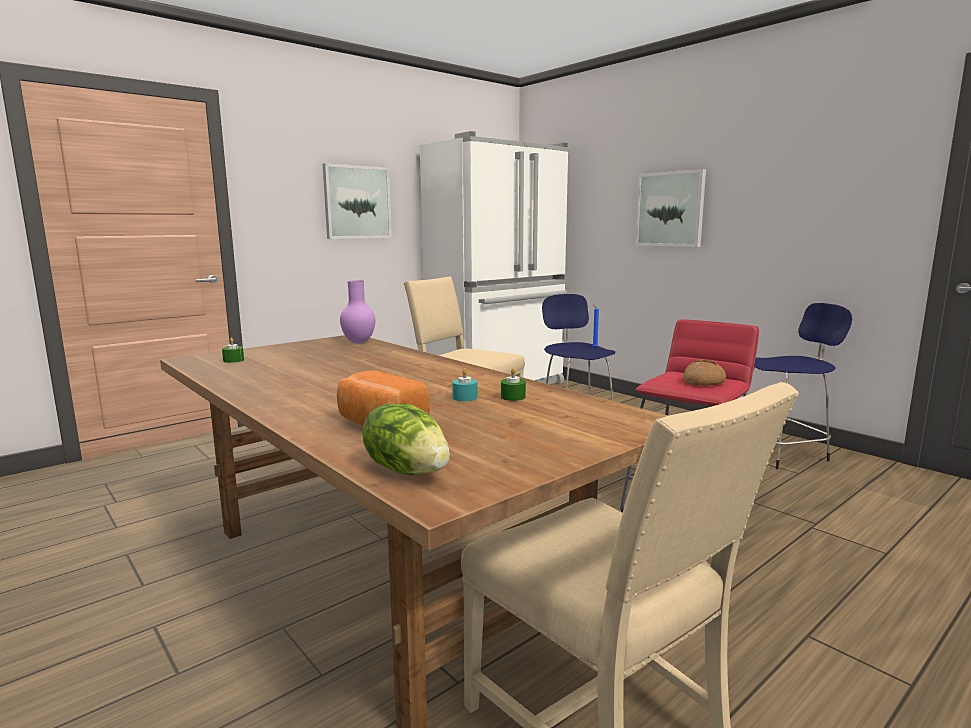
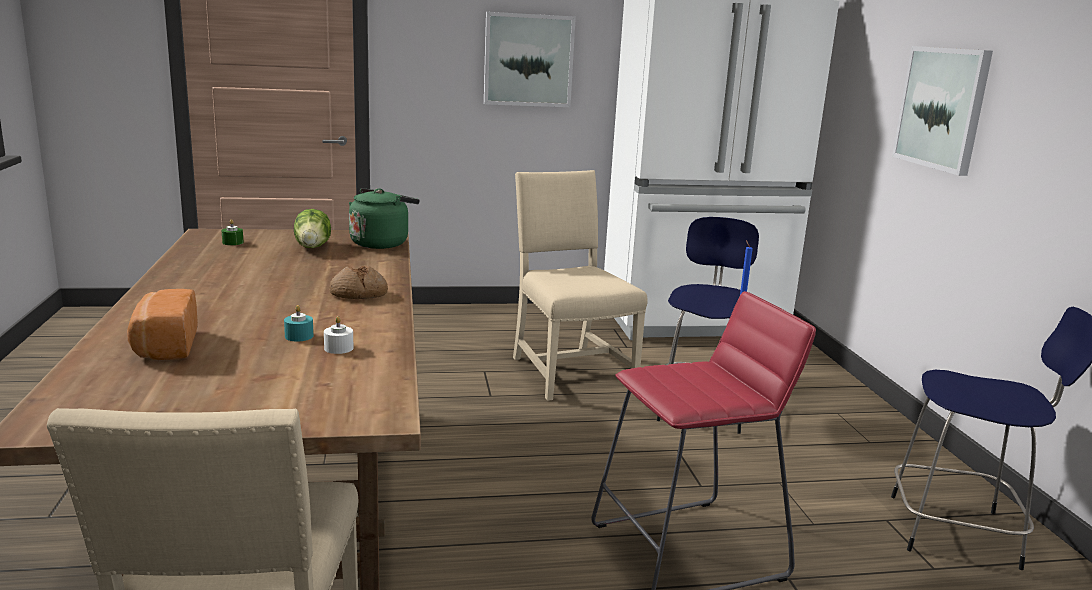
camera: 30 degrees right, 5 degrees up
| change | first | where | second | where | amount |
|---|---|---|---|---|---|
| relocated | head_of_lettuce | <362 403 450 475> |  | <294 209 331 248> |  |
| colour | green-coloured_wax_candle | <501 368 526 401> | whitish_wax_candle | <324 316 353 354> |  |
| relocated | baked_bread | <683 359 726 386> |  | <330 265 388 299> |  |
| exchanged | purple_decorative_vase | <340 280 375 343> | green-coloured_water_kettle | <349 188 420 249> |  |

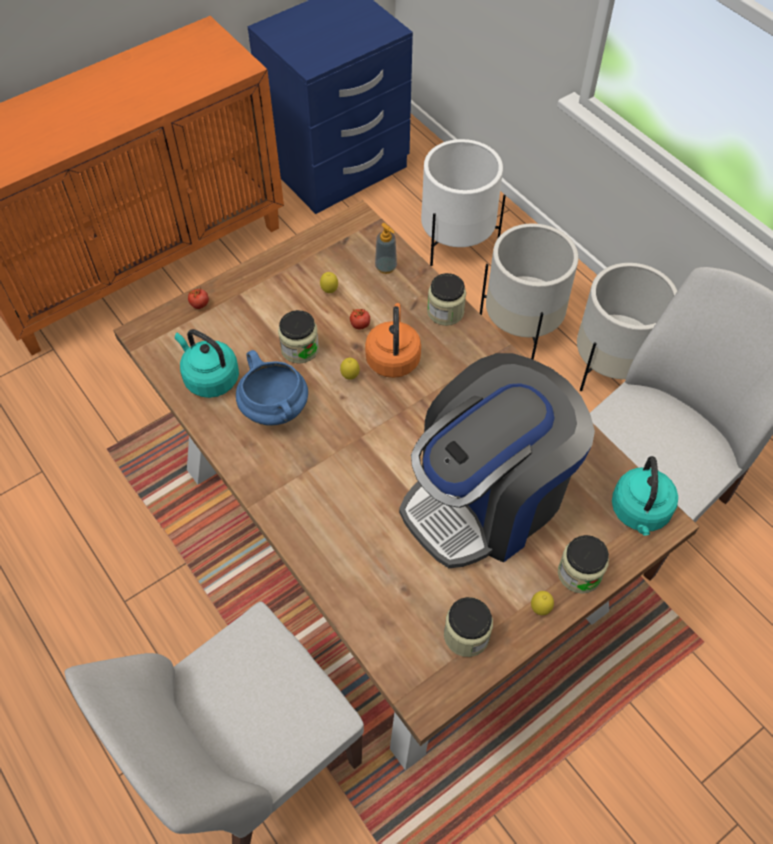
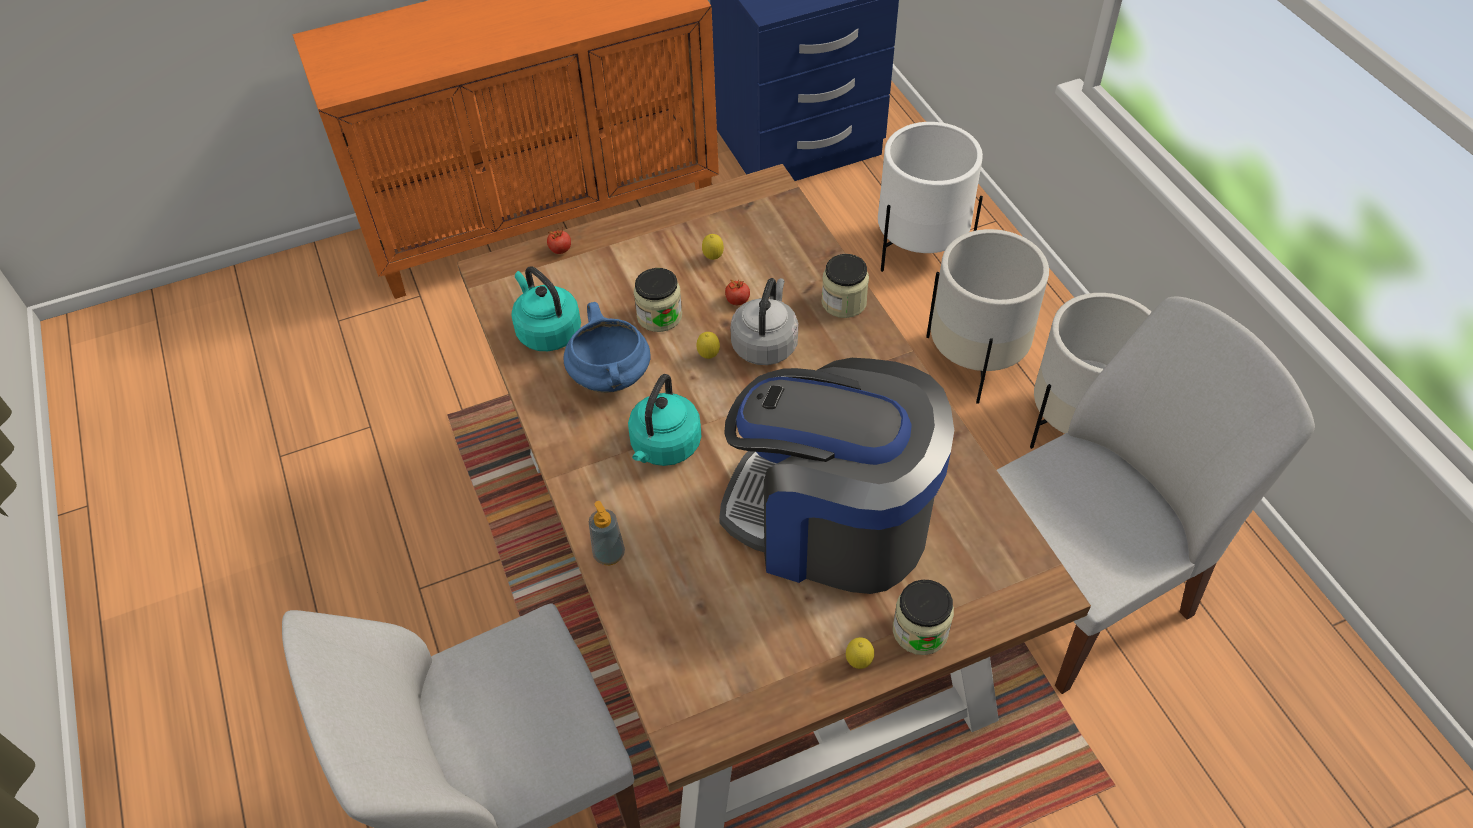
camera: 15 degrees right, 5 degrees down
| change | first | where | second | where | amount |
|---|---|---|---|---|---|
| relocated | soap_bottle | <375 223 397 274> |  | <589 501 625 565> |  |
| relocated | turquoise_water_kettle | <612 456 678 536> |  | <628 374 701 466> |  |
| spun | coffee_maker | <399 353 595 568> |  | <719 358 954 594> | 45 degrees clockwise |
| colour | orange-coloured_water_kettle | <365 303 421 378> | gray_water_kettle | <730 278 798 365> |  |
| missing | storage_jar | <444 597 493 657> |  |  |  |

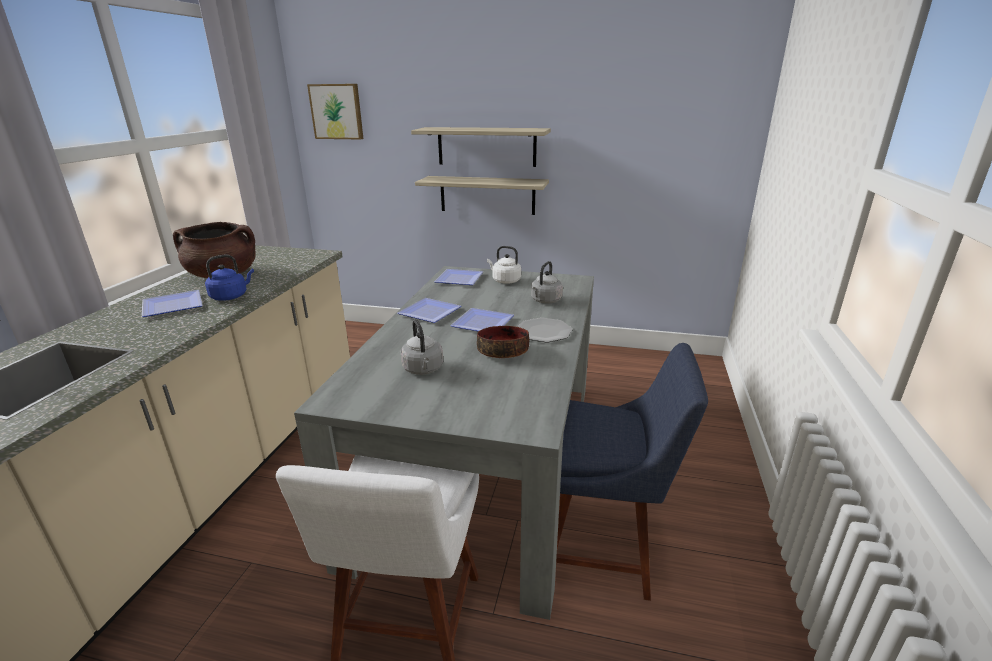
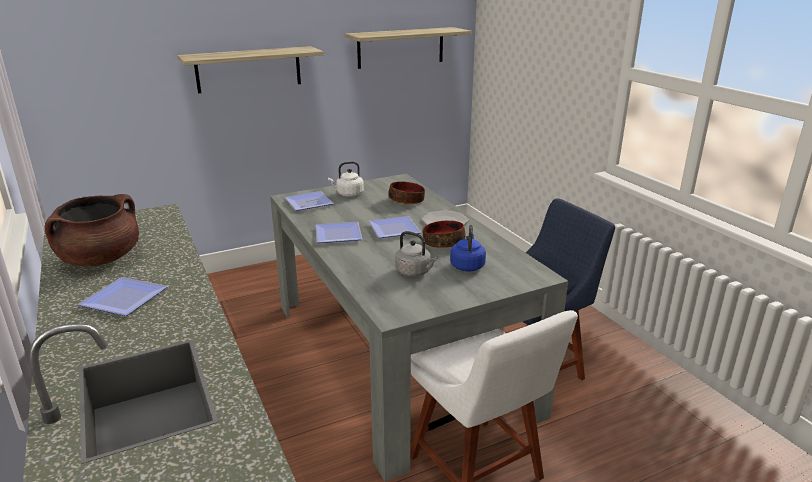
camera: 40 degrees left, 0 degrees up
| change | first | where | second | where | amount |
|---|---|---|---|---|---|
| relocated | shelf | <415 176 549 215> |  | <345 27 472 69> |  |
| exchanged | gray_water_kettle | <531 261 563 303> | bowl | <388 182 425 204> |  |
| relocated | blue_water_kettle | <205 254 254 301> |  | <450 225 486 271> |  |
| missing | wall_picture | <307 84 363 140> |  |  |  |

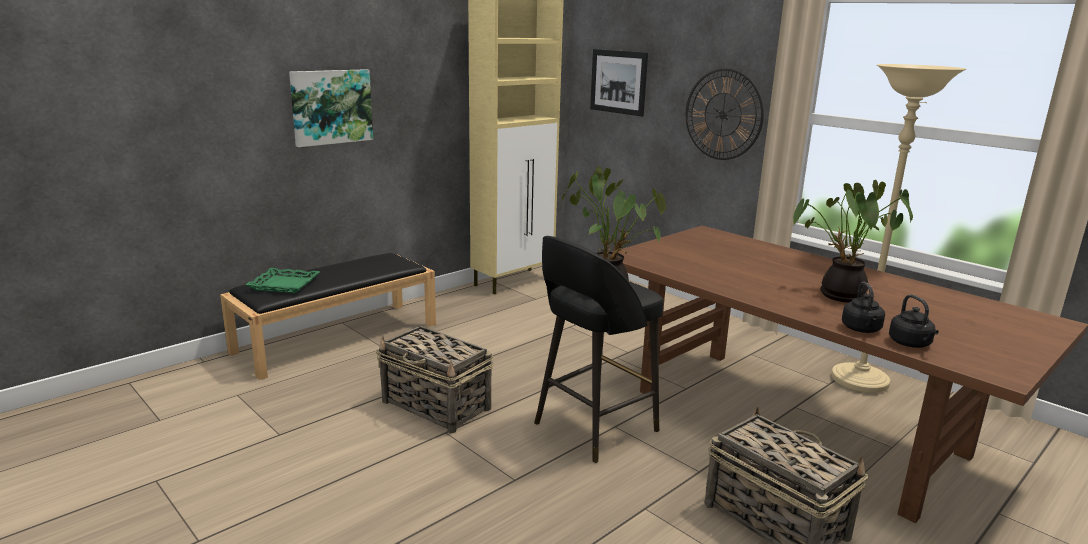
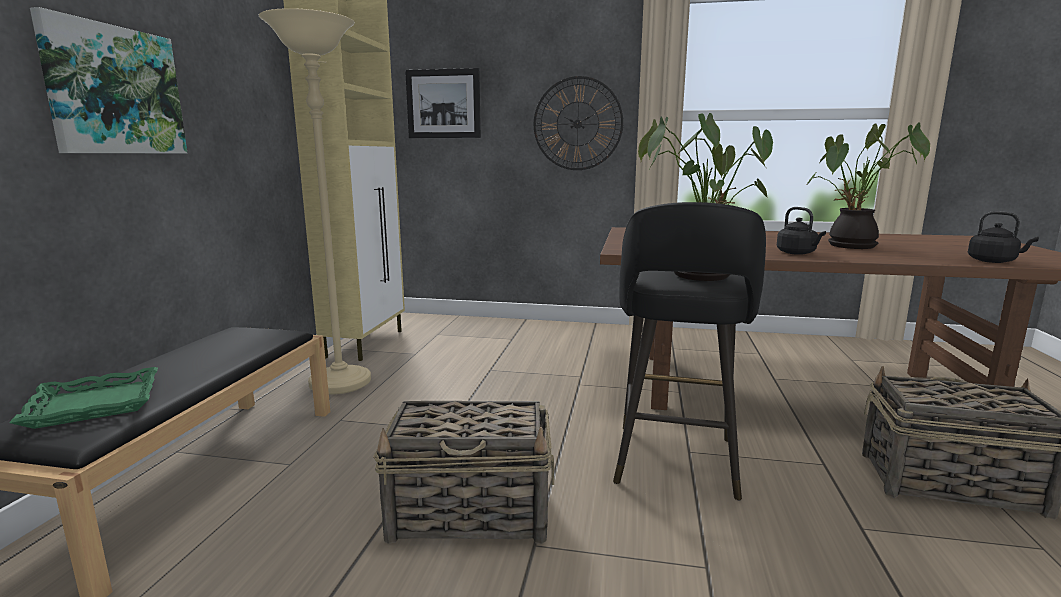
camera: 35 degrees left, 5 degrees down
| change | first | where | second | where | amount |
|---|---|---|---|---|---|
| relocated | sand-coloured_floor_lamp | <831 64 966 393> |  | <259 8 371 395> |  |
| relocated | black-coloured_water_kettle | <842 282 885 333> |  | <777 207 826 255> |  |

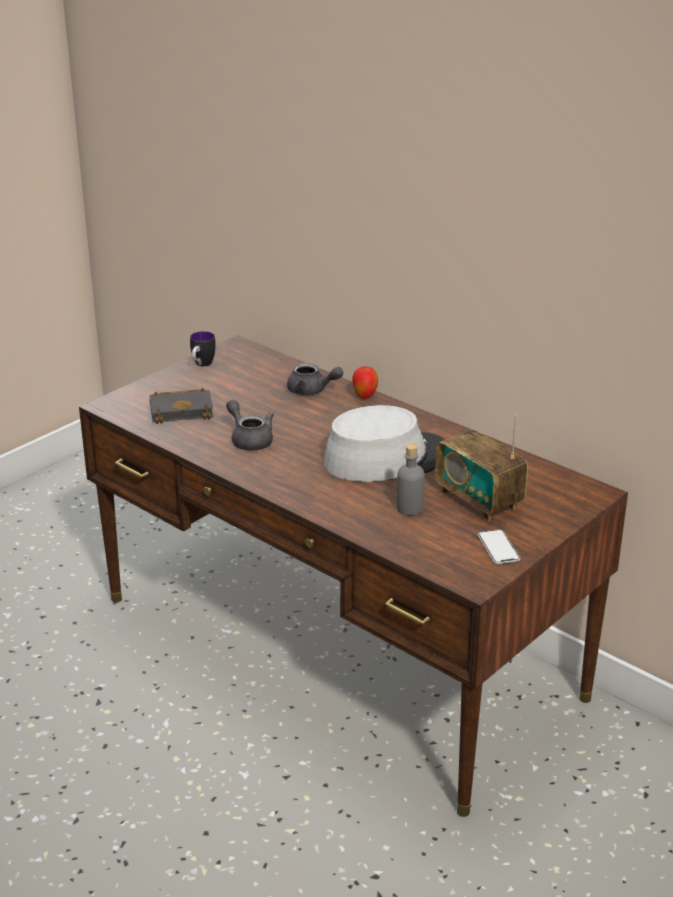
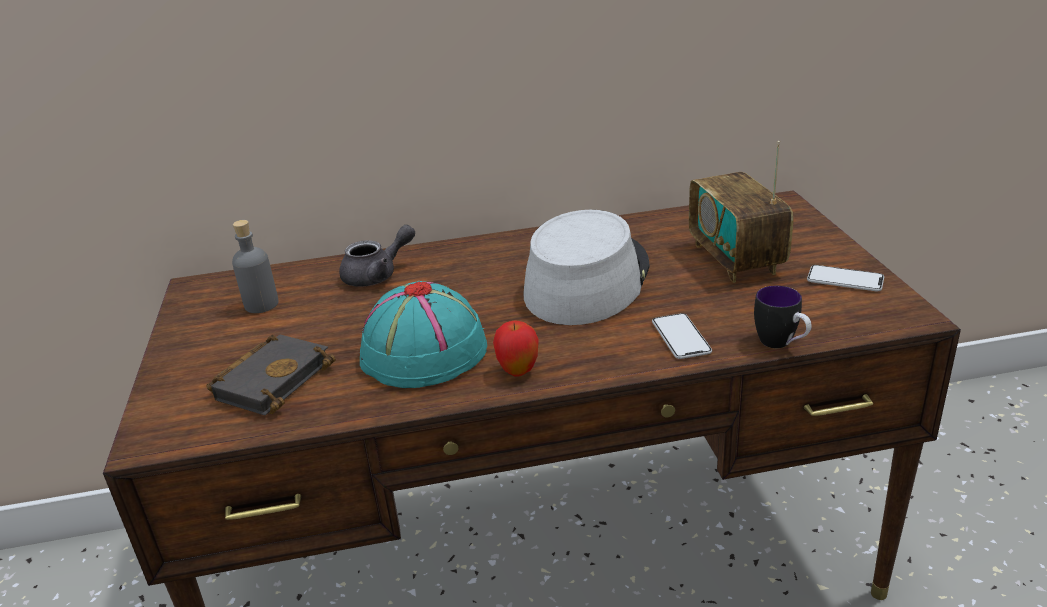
camera: 50 degrees left, 0 degrees up
| change | first | where | second | where | amount |
|---|---|---|---|---|---|
| relocated | gray_bottle | <397 443 425 515> |  | <232 220 279 313> |  |
| exchanged | gray_teapot | <226 400 274 450> | turquoise_clothing_hat | <360 281 487 388> |  |
| relocated | apple | <352 366 378 399> |  | <493 320 539 377> |  |
| appeared |  |  | phone | <652 313 712 359> |  |
| spun | radio_receiver | <435 414 528 521> |  | <689 141 794 283> | 75 degrees clockwise |
| relocated | coffee_mug | <190 331 216 366> |  | <754 286 812 348> |  |

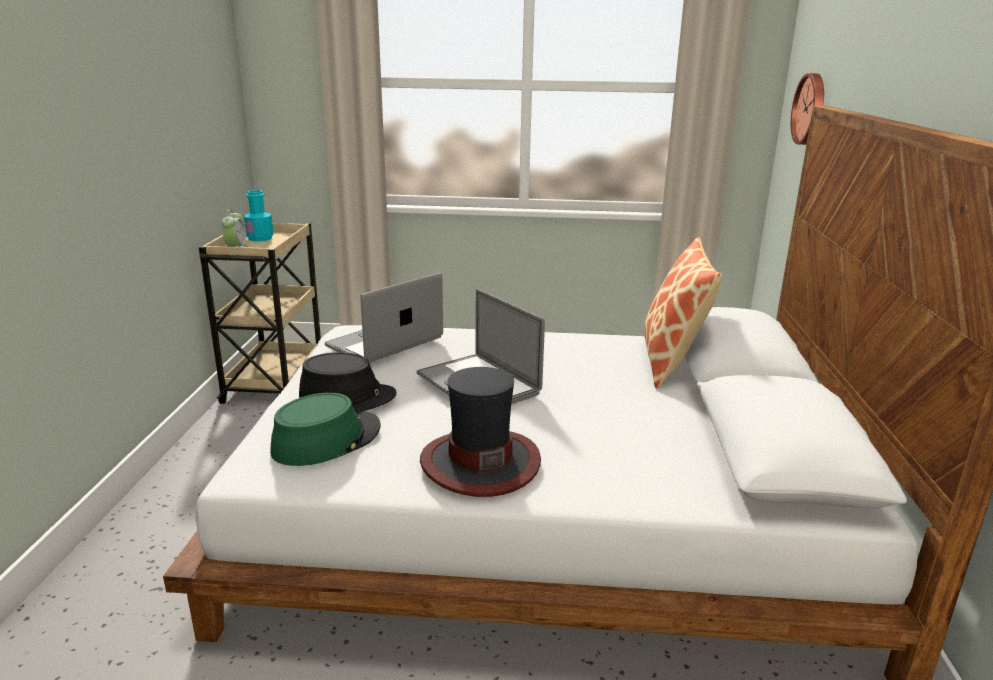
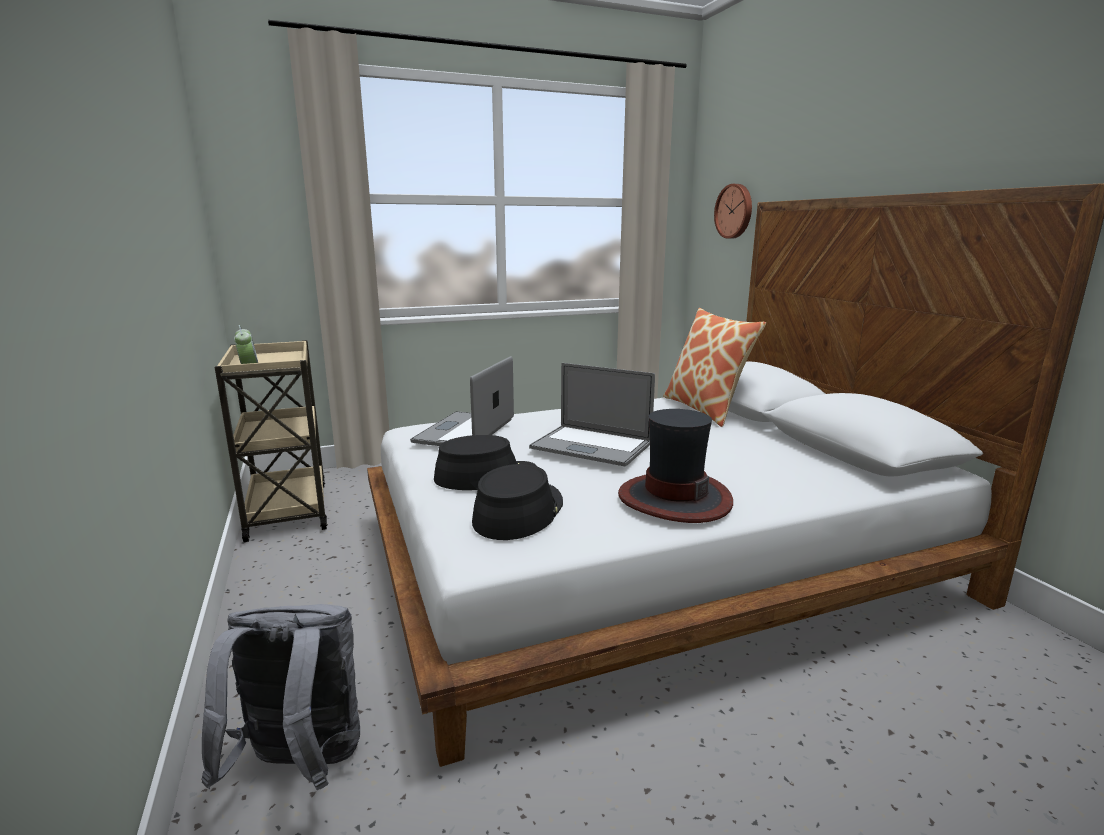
camera: 25 degrees left, 5 degrees down
| change | first | where | second | where | amount |
|---|---|---|---|---|---|
| appeared |  |  | gray_rucksack | <201 604 360 790> |  |
| colour | green-coloured_clothing_hat | <270 393 380 466> | black-coloured_clothing_hat | <472 464 563 540> |  |
| missing | turquoise_bottle | <244 190 274 242> |  |  |  |

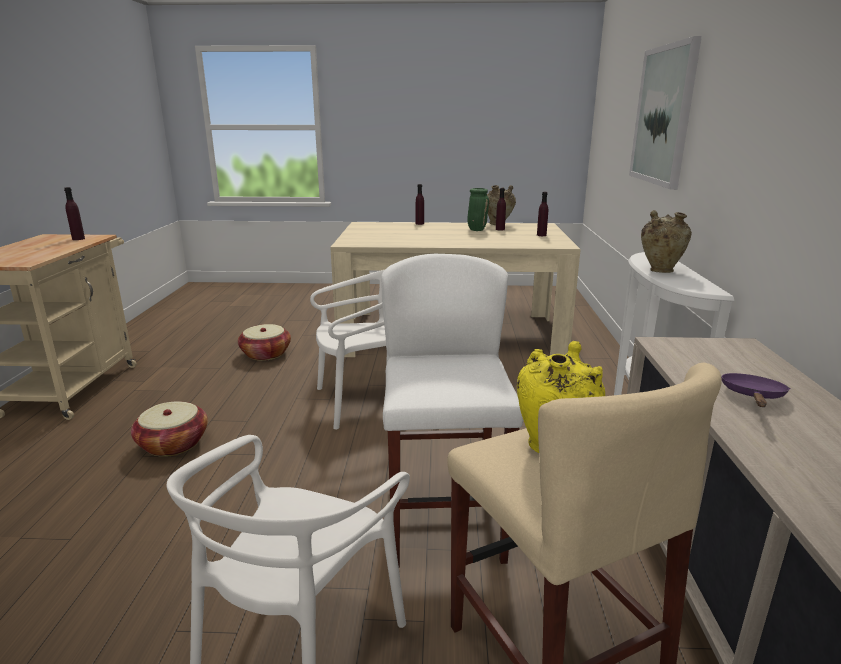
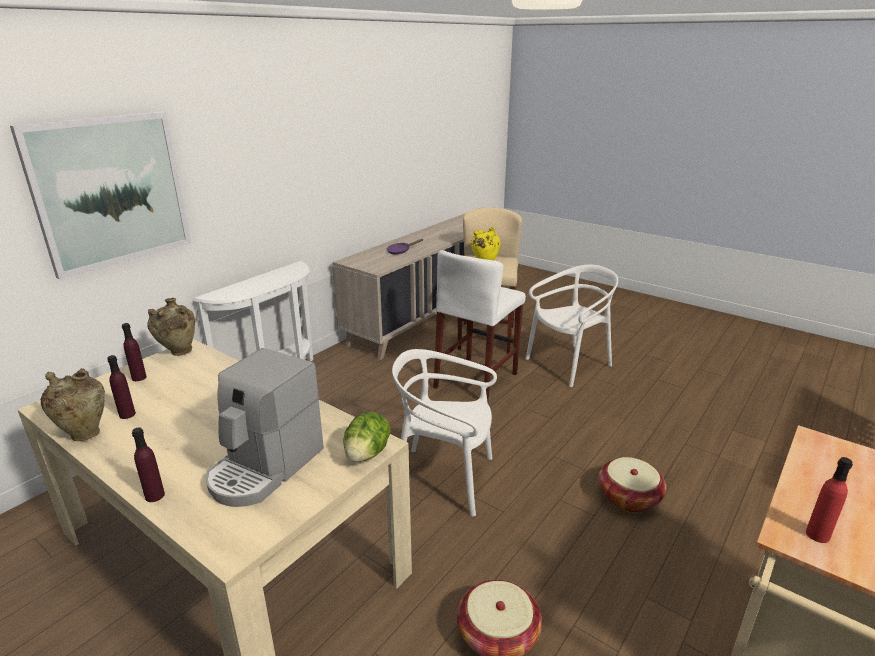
camera: 145 degrees left, 5 degrees up
| change | first | where | second | where | amount |
|---|---|---|---|---|---|
| relocated | sand-coloured_decorative_vase | <641 210 692 273> |  | <147 298 195 356> |  |
| appeared |  |  | coffee_maker | <206 348 324 507> |  |
| appeared |  |  | head_of_lettuce | <343 412 391 462> |  |
| colour | purple_bottle | <64 187 85 240> | reddish_bottle | <806 457 853 543> |  |
| missing | green-coloured_decorative_vase | <467 188 489 231> |  |  |  |

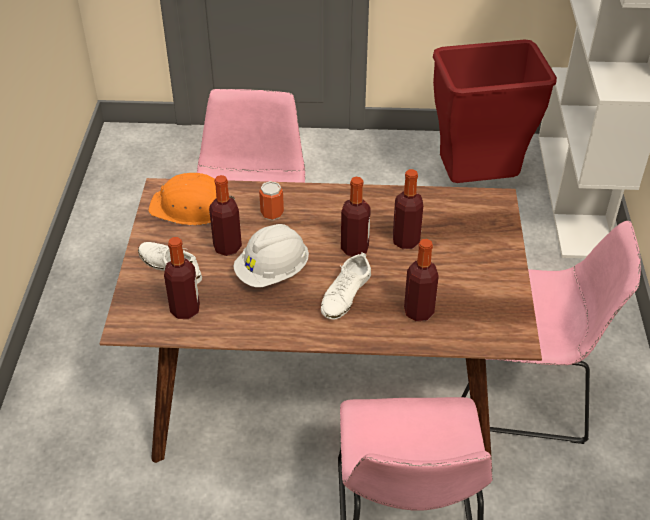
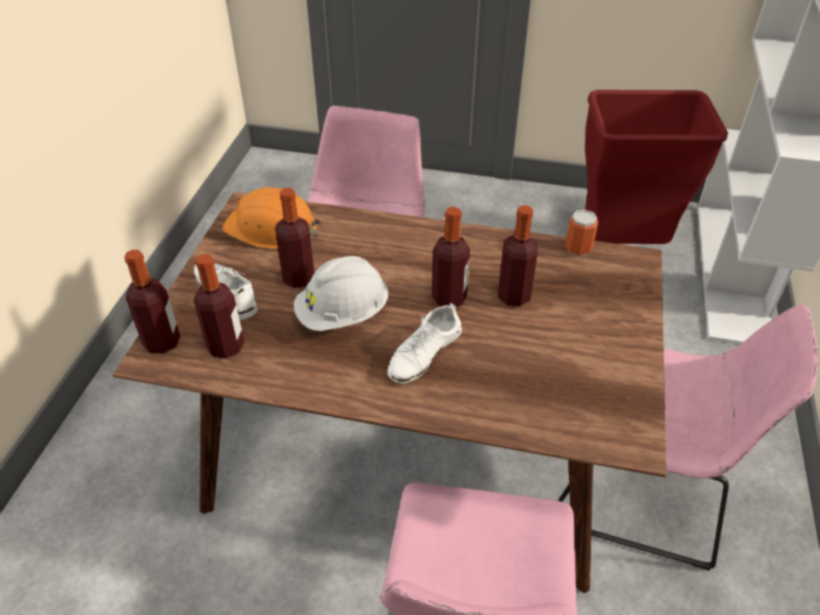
camera: 10 degrees right, 0 degrees up
| change | first | where | second | where | amount |
|---|---|---|---|---|---|
| relocated | bottle | <404 239 439 321> |  | <124 250 180 354> |  |
| relocated | can | <259 181 284 220> |  | <565 209 599 257> |  |

